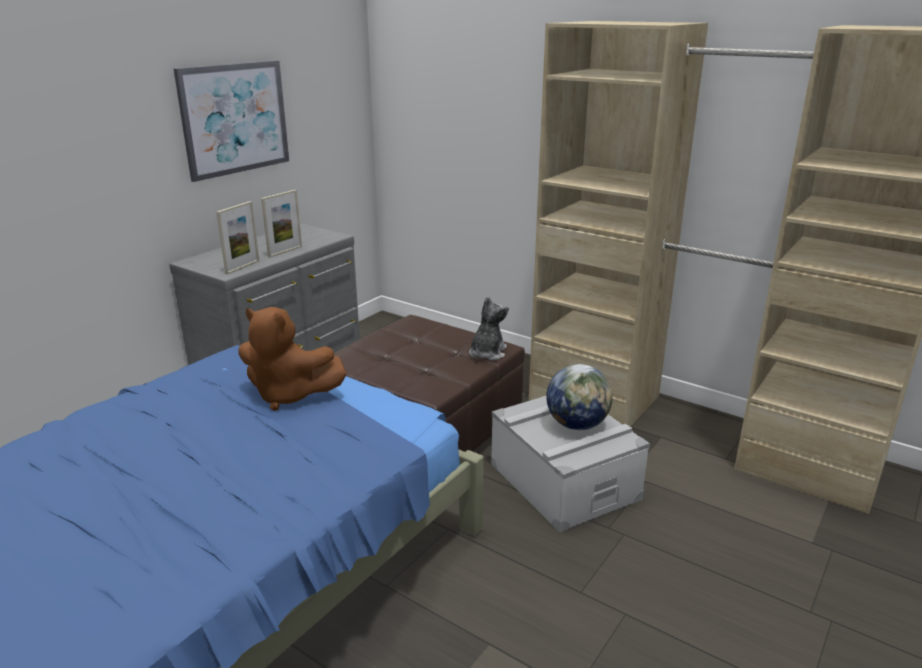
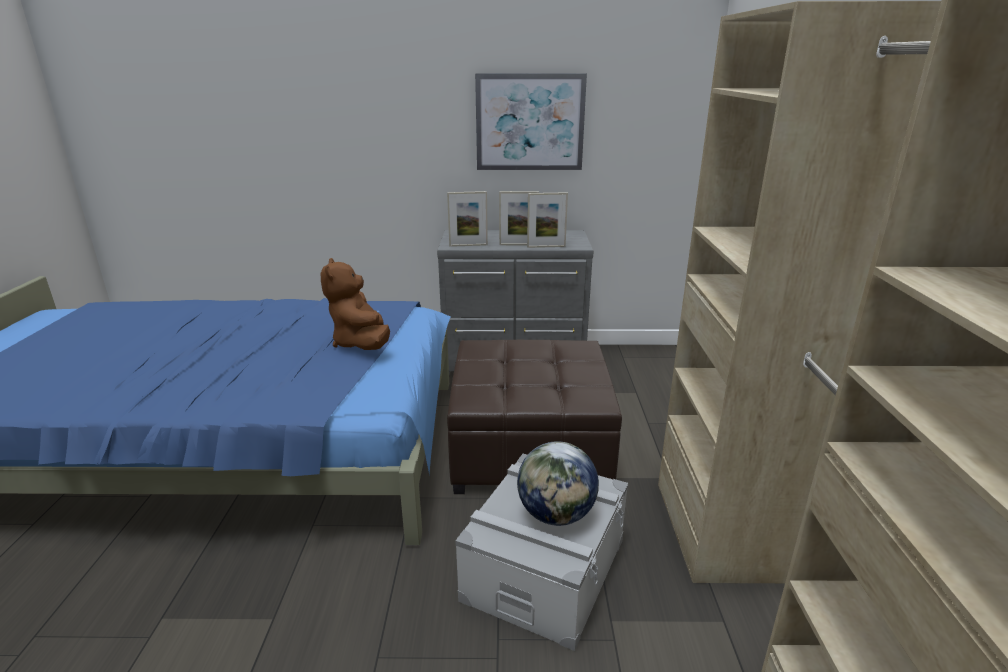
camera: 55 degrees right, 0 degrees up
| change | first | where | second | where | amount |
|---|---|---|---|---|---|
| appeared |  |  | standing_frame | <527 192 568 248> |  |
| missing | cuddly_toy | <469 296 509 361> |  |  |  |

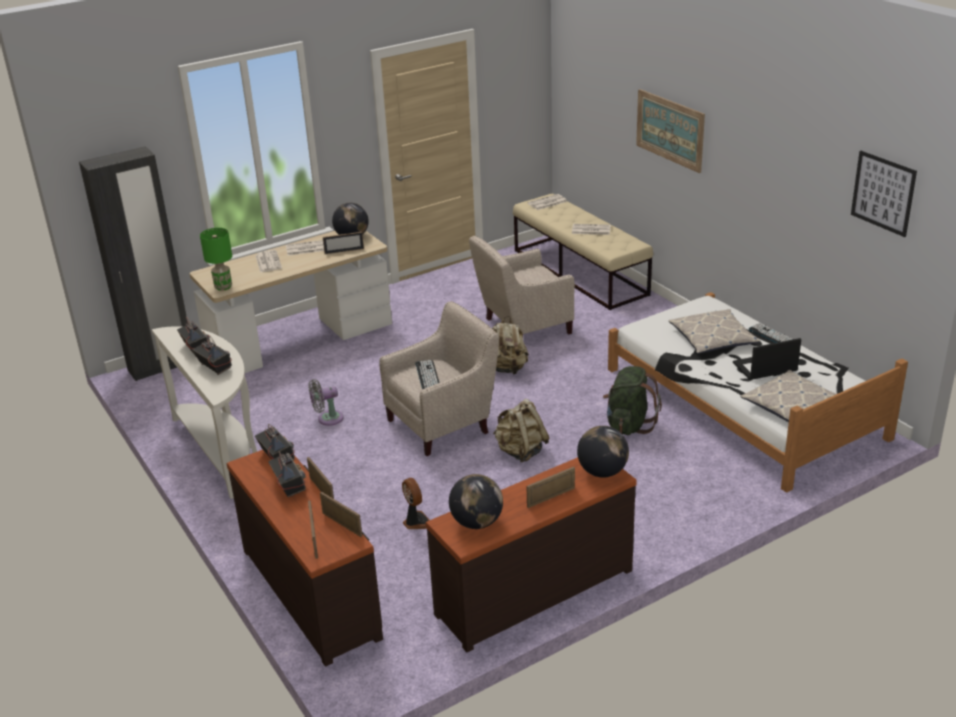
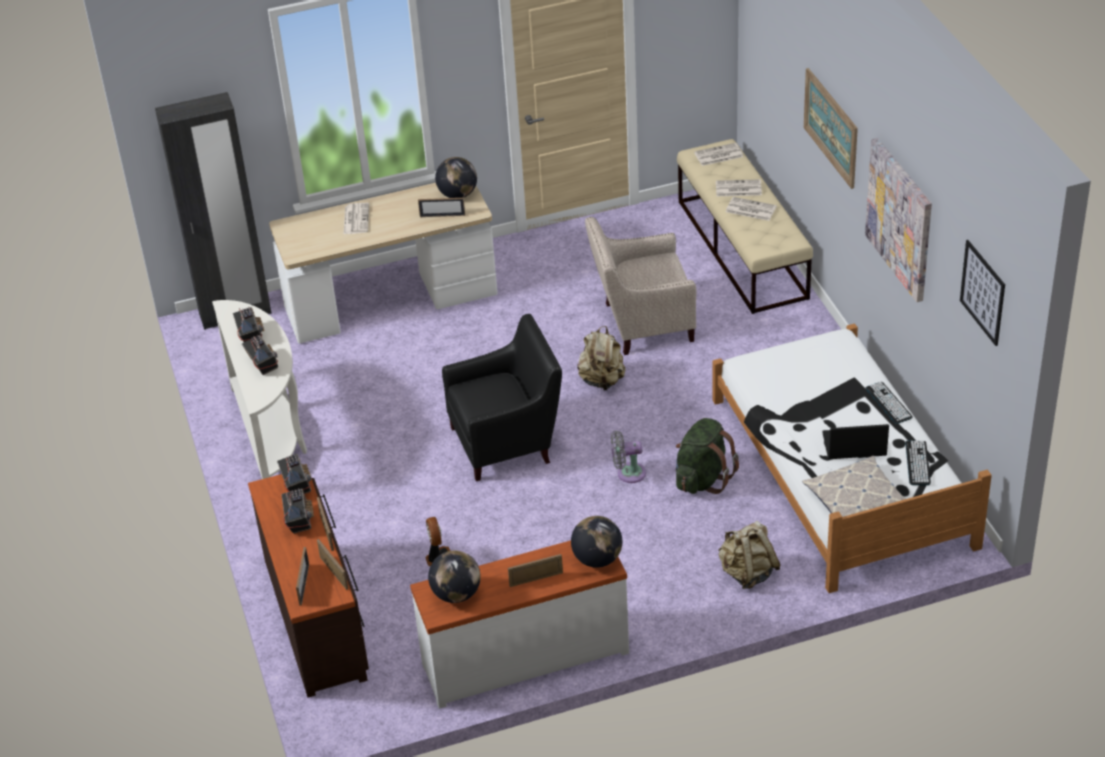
camera: 15 degrees right, 10 degrees up
| change | first | where | second | where | amount |
|---|---|---|---|---|---|
| colour | brownish_drawer_chest | <426 457 637 652> | whitish_drawer_chest | <410 540 629 709> |  |
| colour | sand-coloured_easy_chair | <379 301 499 456> | black-coloured_easy_chair | <442 314 562 481> |  |
| relocated | gray_electric_fan | <309 379 344 426> |  | <611 431 646 483> |  |
| relocated | printed_paper | <286 240 324 256> |  | <716 179 762 196> |  |
| relocated | sand-coloured_rucksack | <493 399 549 462> |  | <718 521 781 589> |  |
| appeared |  |  | wall_picture | <865 138 932 302> |  |
| relocated | computer_keyboard | <416 360 439 389> |  | <905 441 931 485> |  |
| missing | green-coloured_lamp_for_a_table | <200 228 232 291> |  |  |  |
| missing | pillow | <669 309 761 354> |  |  |  |

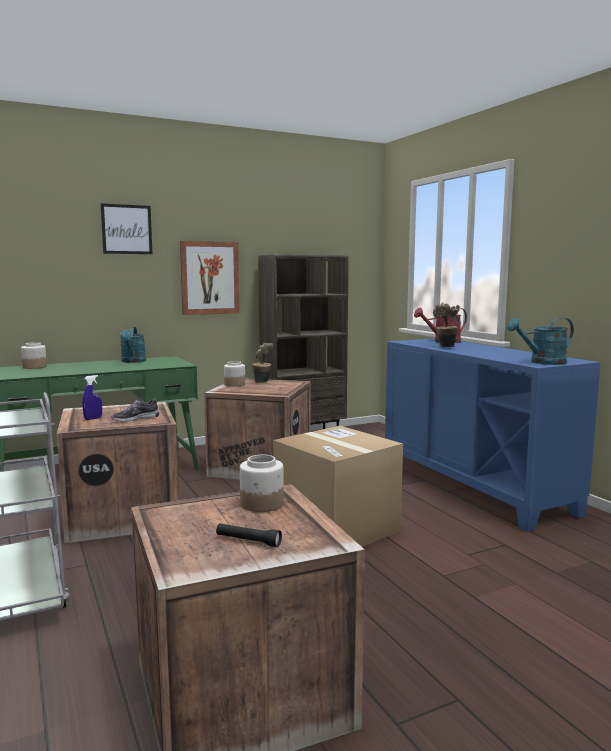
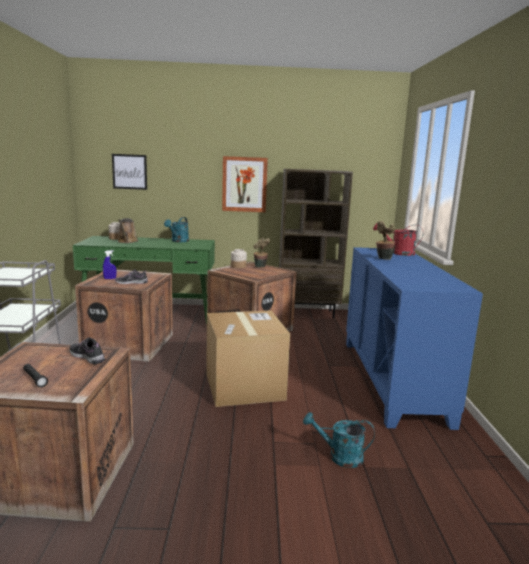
camera: 25 degrees right, 5 degrees up
| change | first | where | second | where | amount |
|---|---|---|---|---|---|
| exchanged | storage_jar | <240 455 284 512> | item_of_footwear | <69 337 105 364> |  |
| relocated | wall_picture | <101 203 152 254> |  | <112 154 147 190> |  |
| appeared |  |  | brownish_watering_can | <117 218 138 243> |  |
| relocated | turquoise_watering_can | <507 318 574 365> |  | <303 412 375 468> |  |

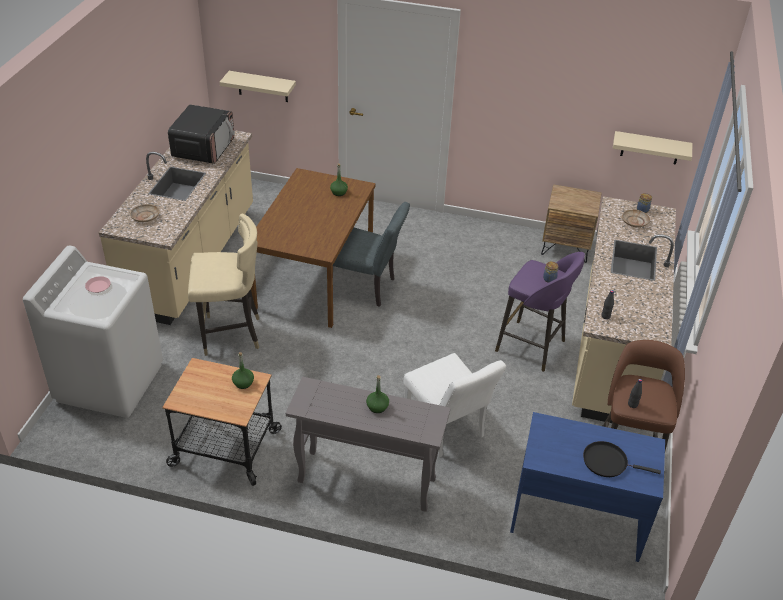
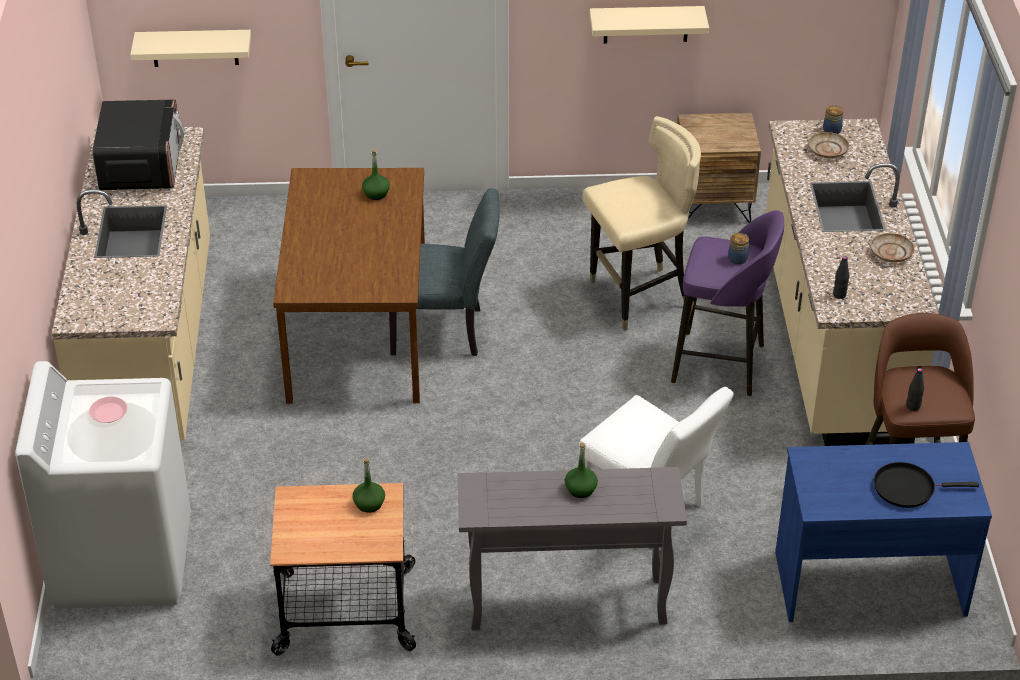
camera: 15 degrees left, 0 degrees up
| change | first | where | second | where | amount |
|---|---|---|---|---|---|
| relocated | sand-coloured_plain_chair | <188 213 259 356> |  | <583 116 701 331> |  |
| relocated | sand-coloured_shelf | <613 131 692 165> |  | <589 6 709 43> |  |
| relocated | sand-coloured_flat_dish | <130 204 159 222> |  | <870 233 915 262> |  |

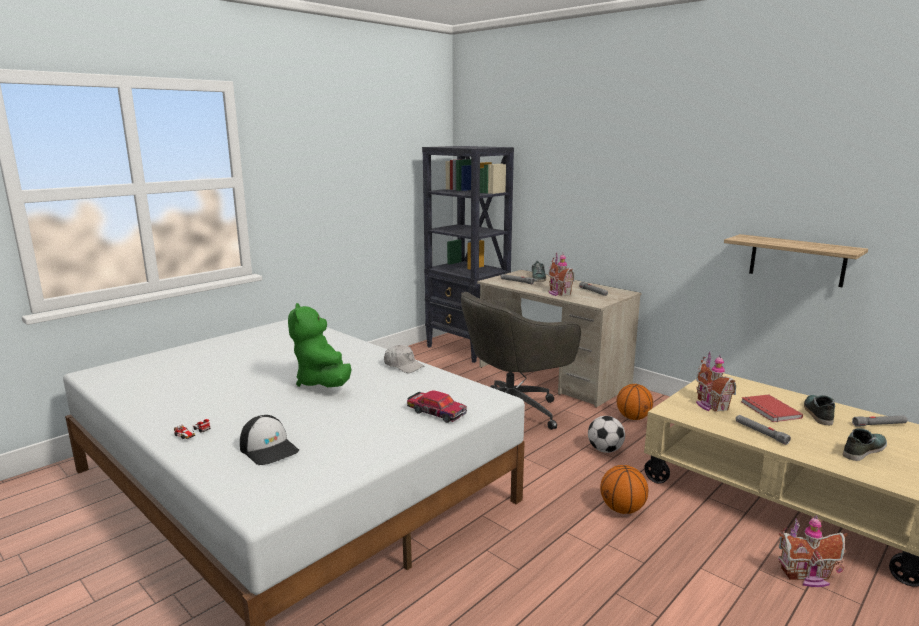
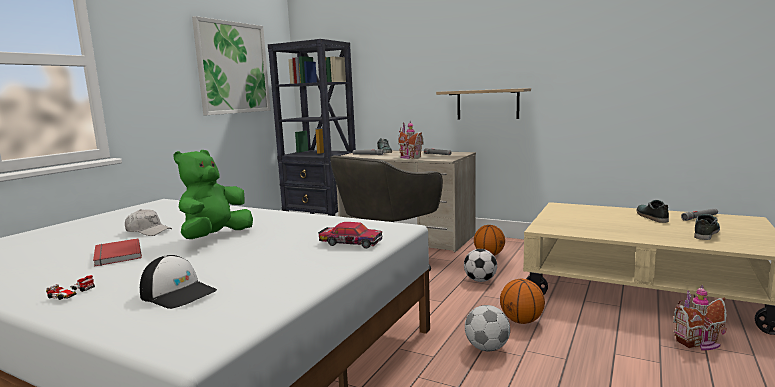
camera: 15 degrees left, 5 degrees down
| change | first | where | second | where | amount |
|---|---|---|---|---|---|
| relocated | reddish_bound_book | <742 394 803 422> |  | <93 238 142 267> |  |
| relocated | whitish_cap | <384 345 425 373> |  | <125 209 172 236> |  |
| spun | green-coloured_cuddly_toy | <288 303 352 387> |  | <173 150 253 239> | 60 degrees clockwise |
| appeared |  |  | wall_picture | <192 16 271 115> |  |
| relocated | shelf | <724 234 868 287> |  | <436 88 531 119> |  |
| appeared |  |  | football_ball | <465 305 510 351> |  |
| missing | miniature_house | <696 352 736 412> |  |  |  |
| missing | gray_flashlight | <736 415 791 445> |  |  |  |

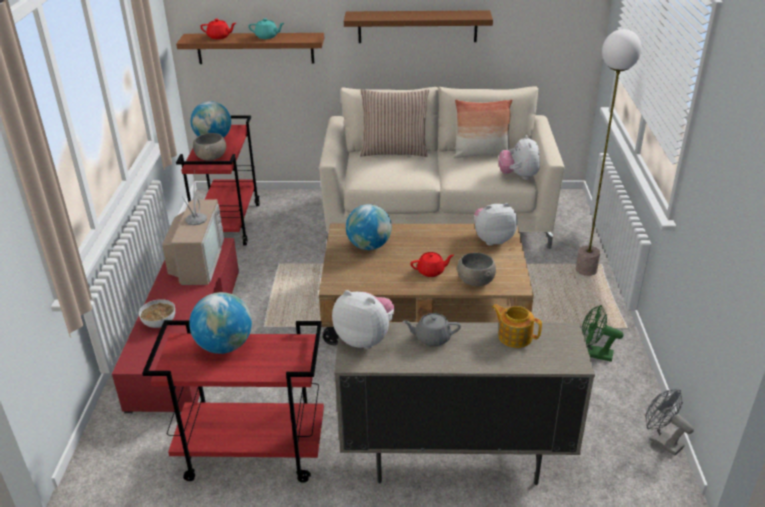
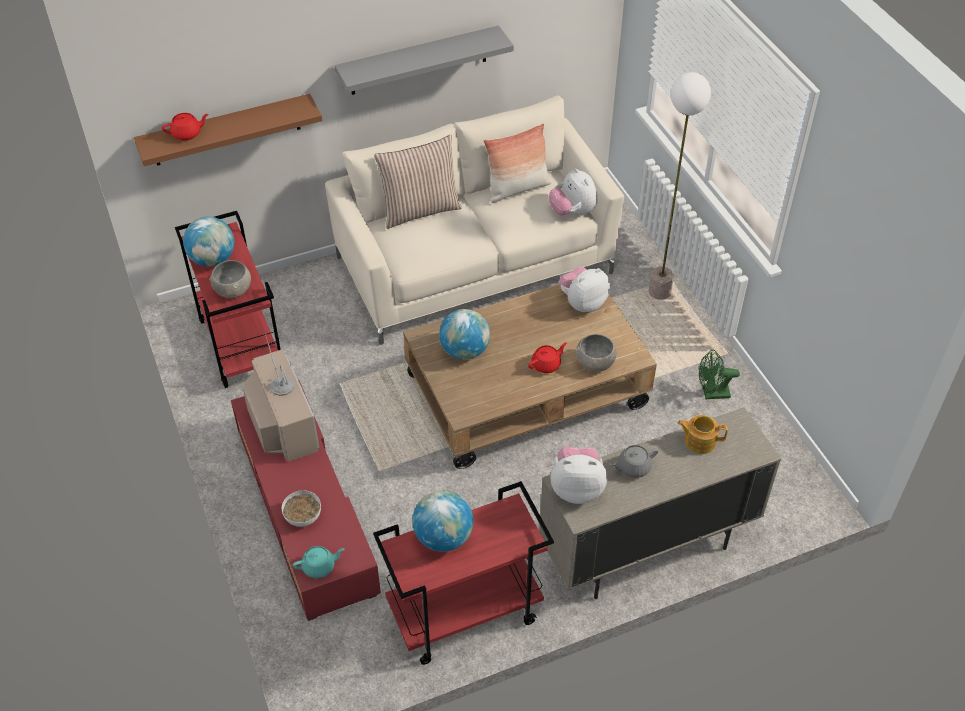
camera: 25 degrees left, 15 degrees up
| change | first | where | second | where | amount |
|---|---|---|---|---|---|
| relocated | turquoise_teapot | <249 18 284 39> |  | <293 546 344 578> |  |
| colour | brownish_shelf | <344 10 493 43> | gray_shelf | <335 25 514 95> |  |
| missing | gray_electric_fan | <645 389 694 456> |  |  |  |

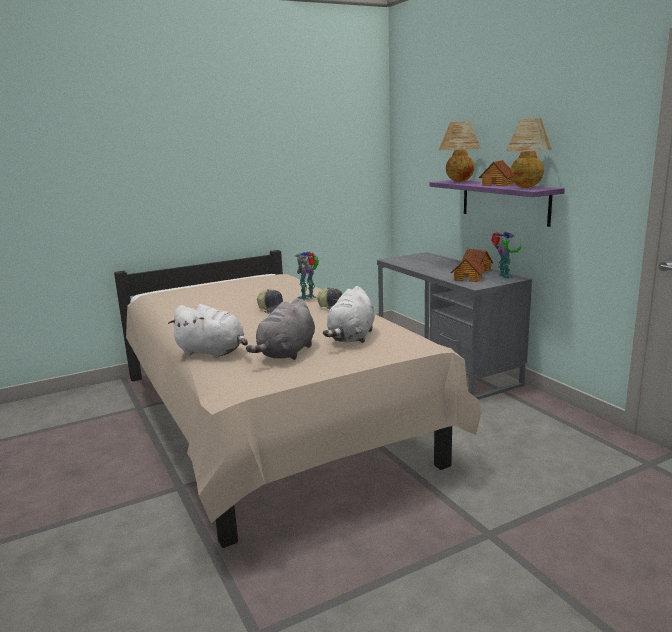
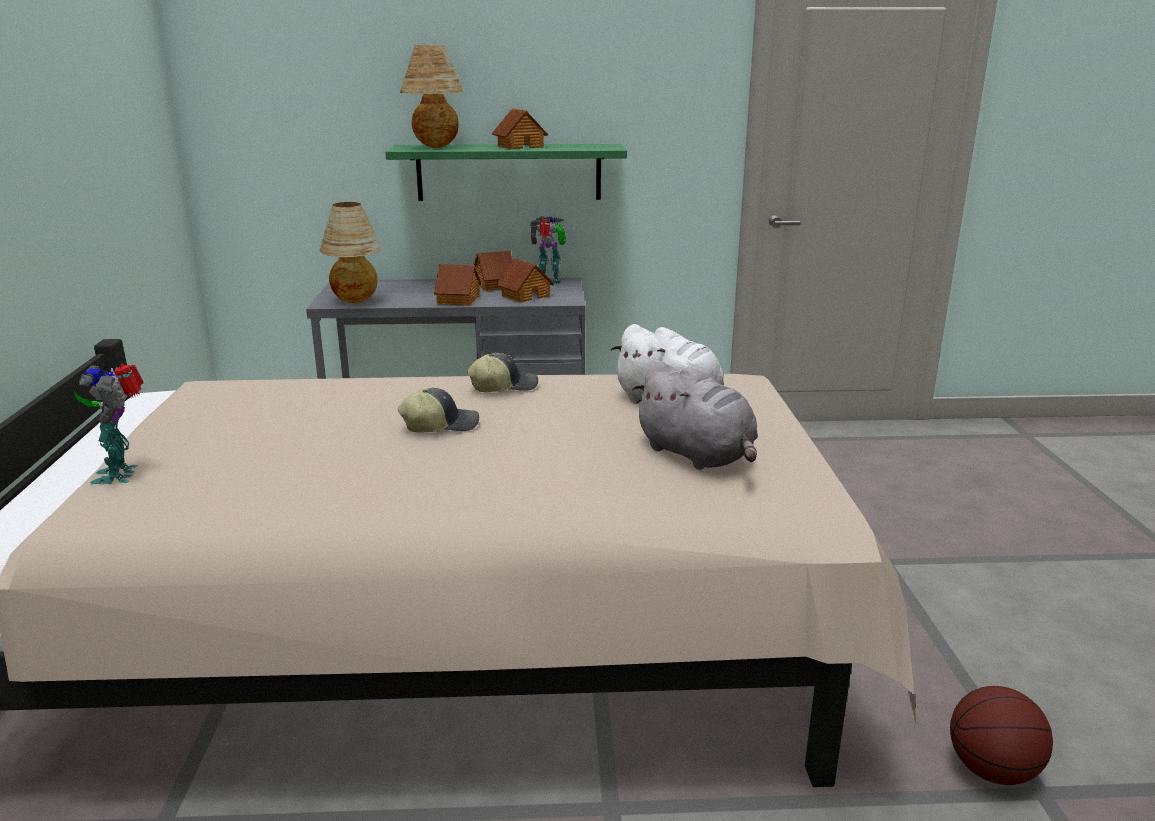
camera: 65 degrees left, 5 degrees up
| change | first | where | second | where | amount |
|---|---|---|---|---|---|
| relocated | robot_figure | <295 251 319 301> |  | <74 363 144 484> |  |
| relocated | lamp_for_a_table | <506 118 552 188> |  | <319 202 382 303> |  |
| colour | purple_shelf | <429 180 565 227> | green-coloured_shelf | <385 144 627 201> |  |
| appeared |  |  | miniature_house | <434 264 481 306> |  |
| appeared |  |  | basketball | <950 686 1053 785> |  |
| missing | whitish_cuddly_toy | <168 304 248 358> |  |  |  |

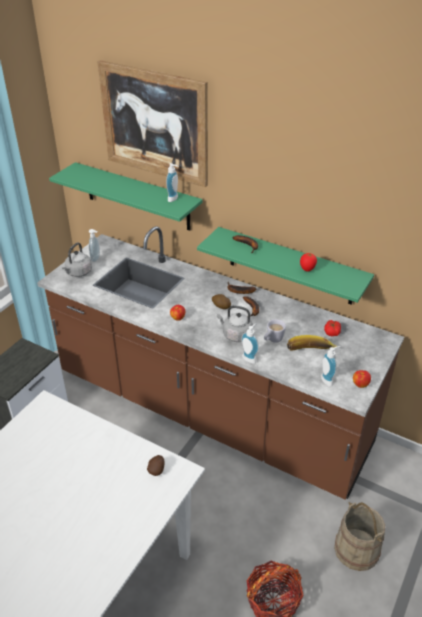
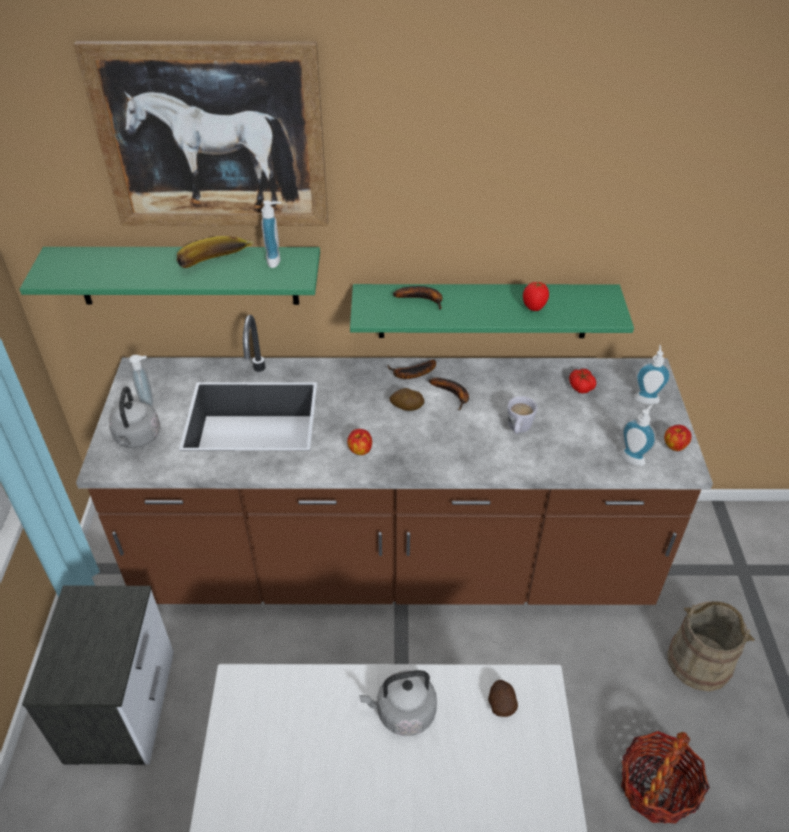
camera: 30 degrees left, 5 degrees up
| change | first | where | second | where | amount |
|---|---|---|---|---|---|
| relocated | whole_banana | <287 335 337 350> |  | <177 236 254 268> |  |
| relocated | gray_water_kettle | <217 305 253 342> |  | <359 670 437 736> |  |
| relocated | soap_bottle | <241 323 259 363> |  | <634 345 671 404> |  |

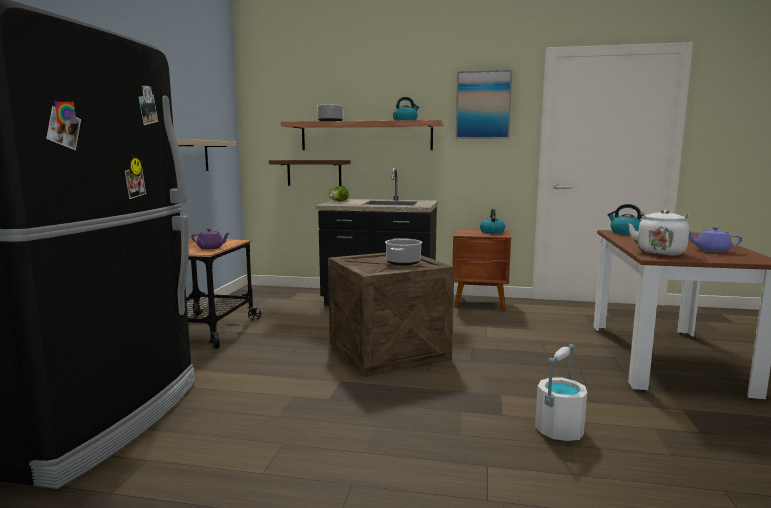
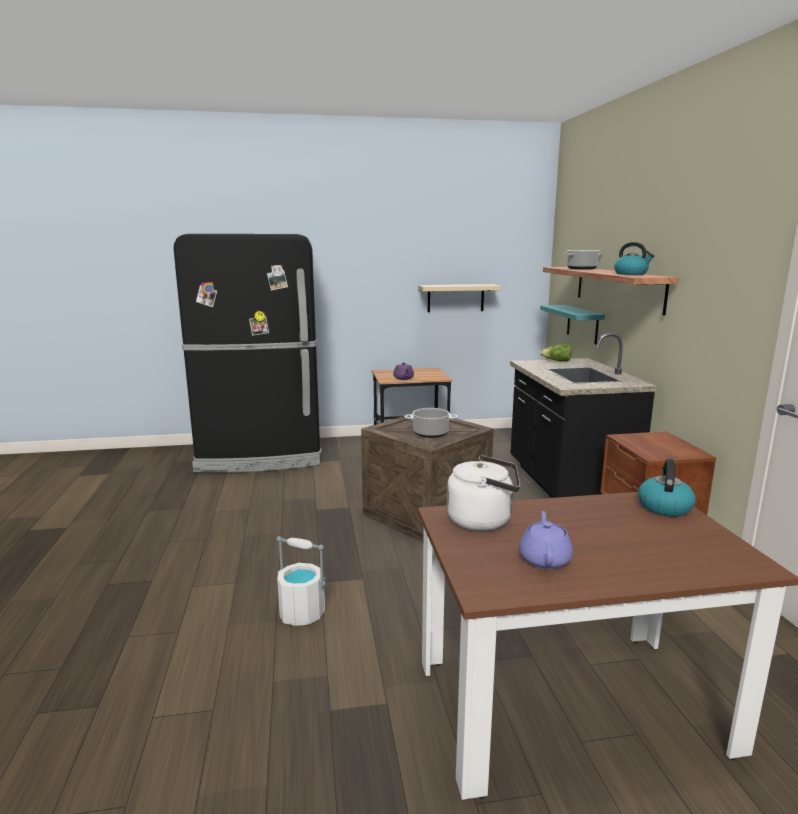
camera: 70 degrees right, 5 degrees up
| change | first | where | second | where | amount |
|---|---|---|---|---|---|
| colour | brownish_shelf | <269 160 351 186> | turquoise_shelf | <540 305 605 344> |  |
| missing | wall_picture | <456 70 512 139> |  |  |  |
| missing | water_kettle | <480 209 505 234> |  |  |  |

